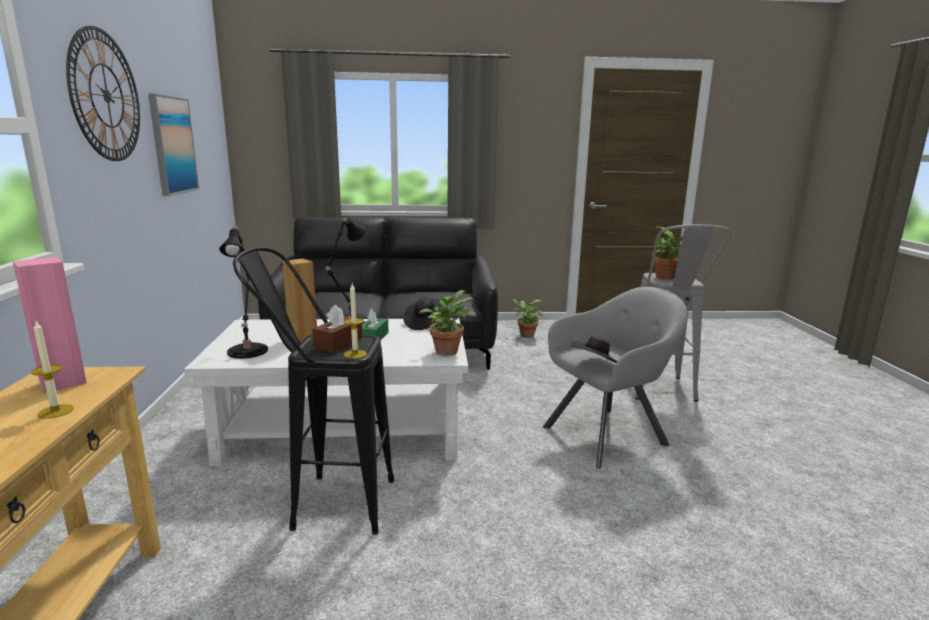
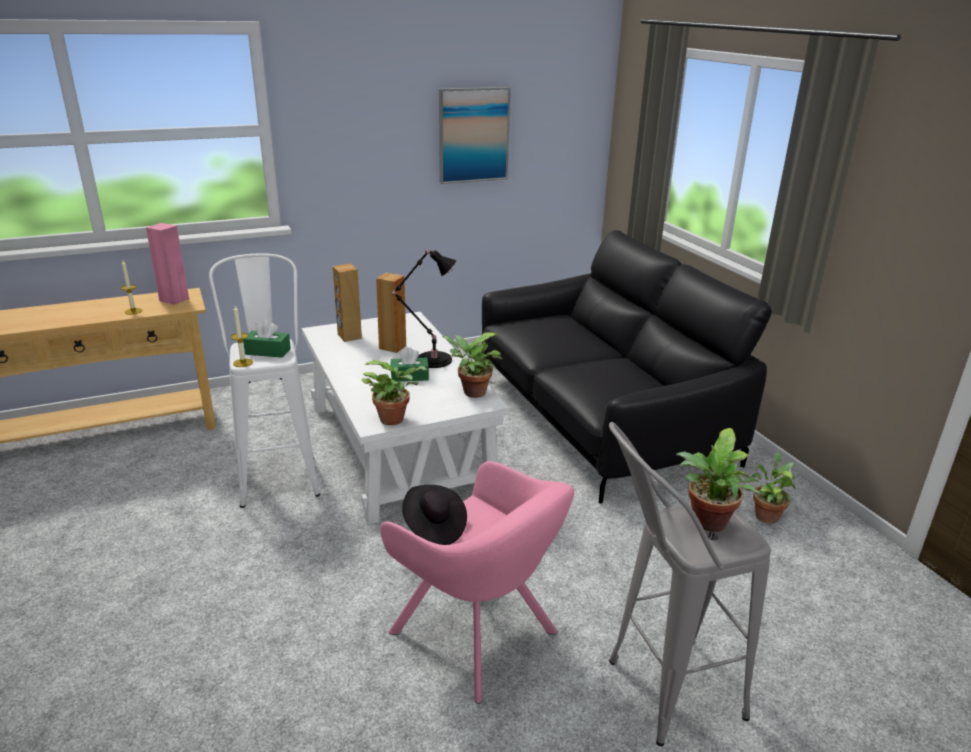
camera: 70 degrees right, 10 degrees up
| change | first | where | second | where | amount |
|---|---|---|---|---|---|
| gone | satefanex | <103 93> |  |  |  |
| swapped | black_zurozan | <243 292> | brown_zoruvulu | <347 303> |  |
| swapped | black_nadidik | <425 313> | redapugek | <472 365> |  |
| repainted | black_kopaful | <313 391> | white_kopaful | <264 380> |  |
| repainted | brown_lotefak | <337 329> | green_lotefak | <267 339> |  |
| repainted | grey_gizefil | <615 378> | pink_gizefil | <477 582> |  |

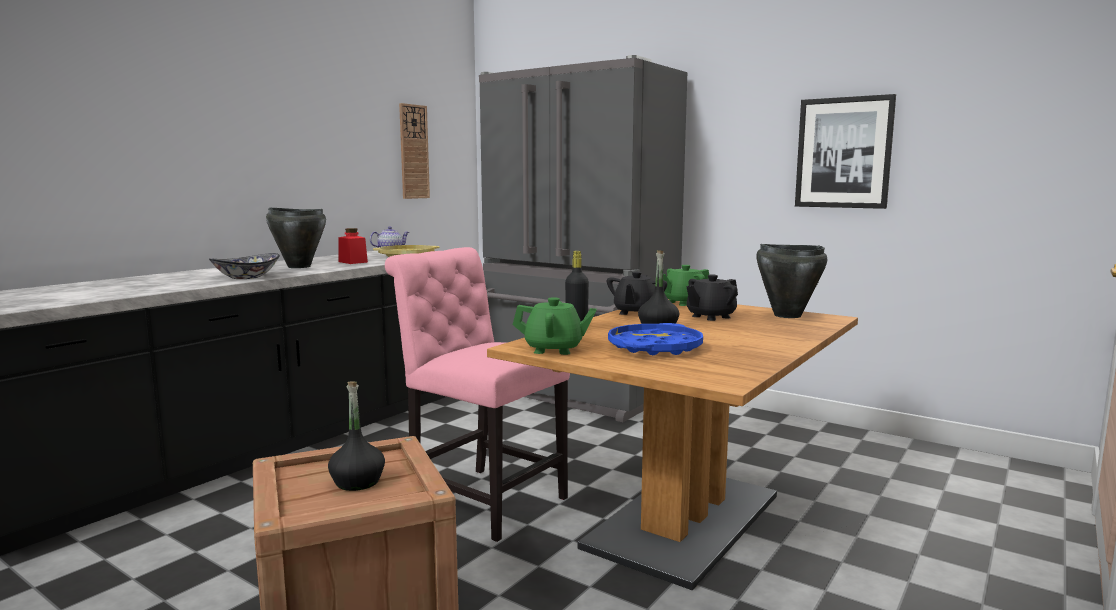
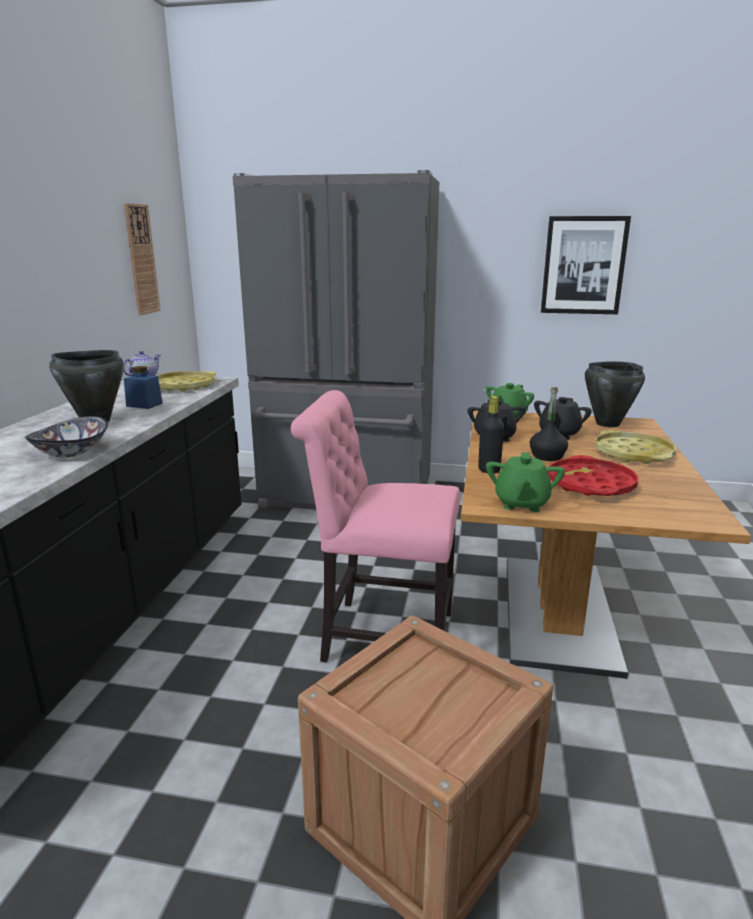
camera: 25 degrees left, 10 degrees up
| change | first | where | second | where | amount |
|---|---|---|---|---|---|
| gone | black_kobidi | <356 436> |  |  |  |
| new |  |  | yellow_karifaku | <635 447> |  |
| repainted | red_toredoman | <353 246> | blue_toredoman | <143 387> |  |
| repainted | blue_karifaku | <655 339> | red_karifaku | <593 475> |  |
| rotated | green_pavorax | <555 326> |  | <525 482> | 120 degrees clockwise |

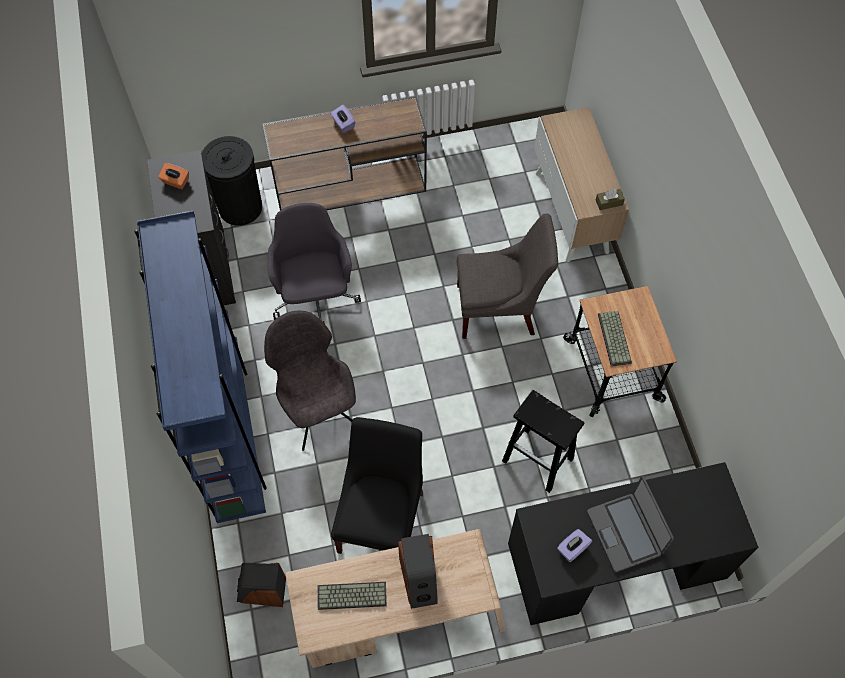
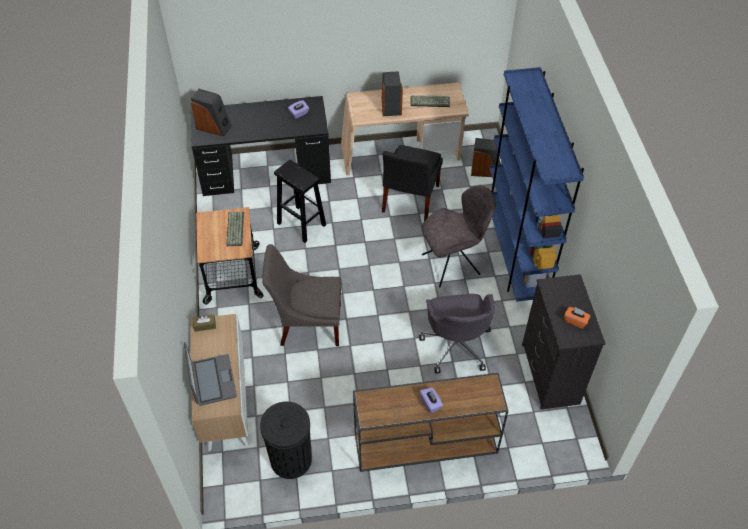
camera: 175 degrees left, 10 degrees down
| change | first | where | second | where | amount |
|---|---|---|---|---|---|
| new |  |  | zoruvulu | <211 112> |  |
| shifted | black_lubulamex | <232 181> |  | <286 440> |  |
| shifted | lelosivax | <630 524> |  | <210 374> |  |
| rotated | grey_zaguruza | <310 381> |  | <458 236> | 90 degrees counterclockwise |

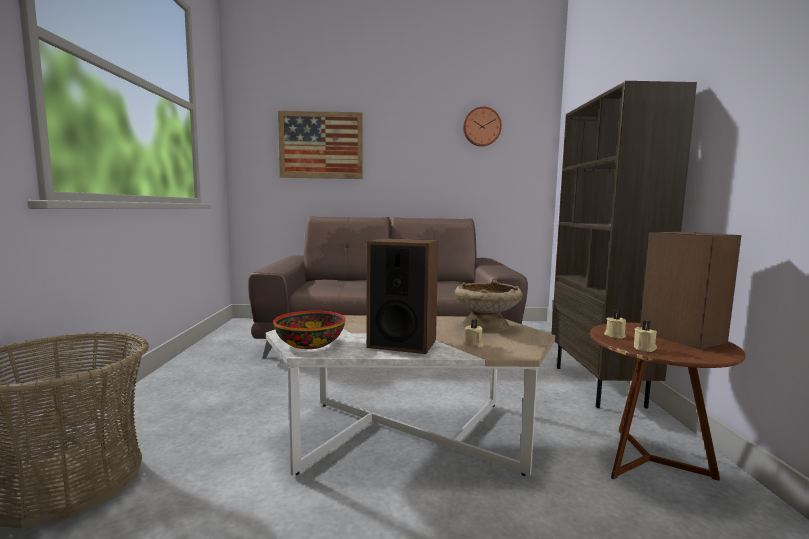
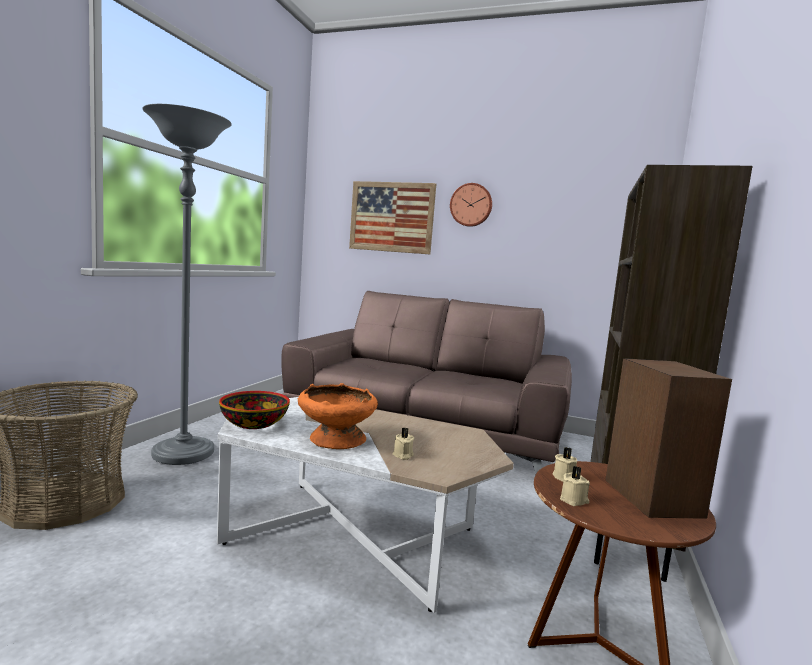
camera: 20 degrees right, 0 degrees up
| change | first | where | second | where | amount |
|---|---|---|---|---|---|
| gone | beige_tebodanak | <488 306> |  |  |  |
| new |  |  | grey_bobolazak | <187 284> |  |
| shifted | satefanex | <482 127> |  | <471 205> |  |
| swapped | zoruvulu | <403 296> | orange_tebodanak | <338 416> |  |

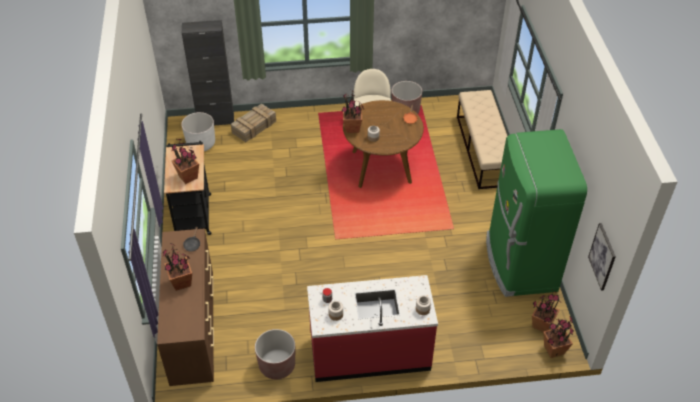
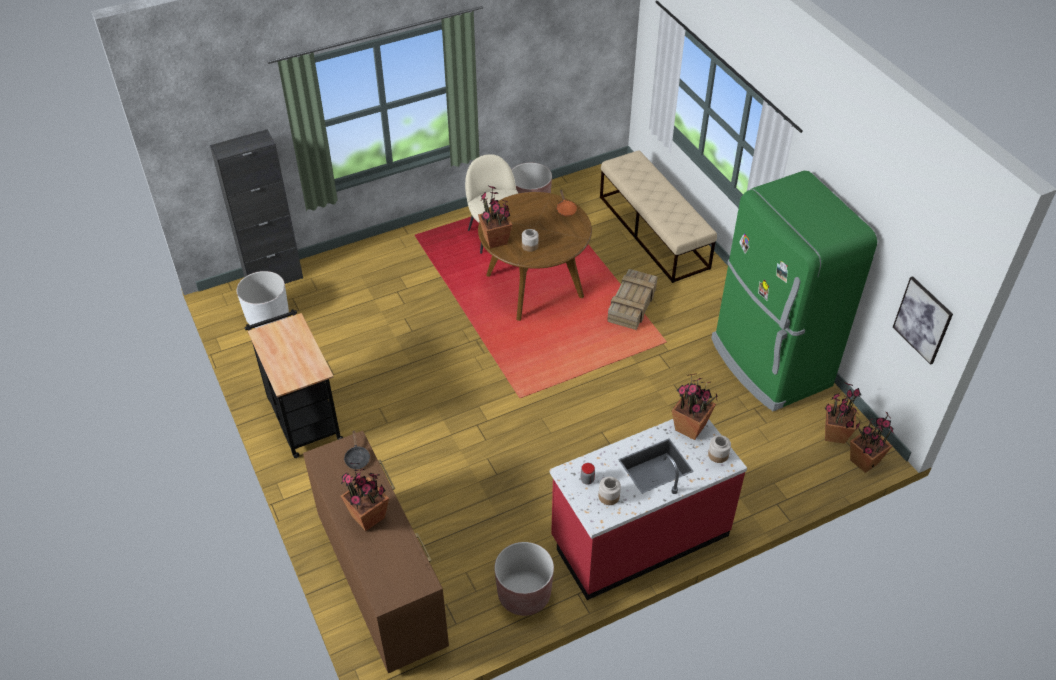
camera: 20 degrees left, 0 degrees up
| change | first | where | second | where | amount |
|---|---|---|---|---|---|
| shifted | redapugek | <185 161> |  | <695 406> |  |
| shifted | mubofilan | <253 123> |  | <632 299> |  |

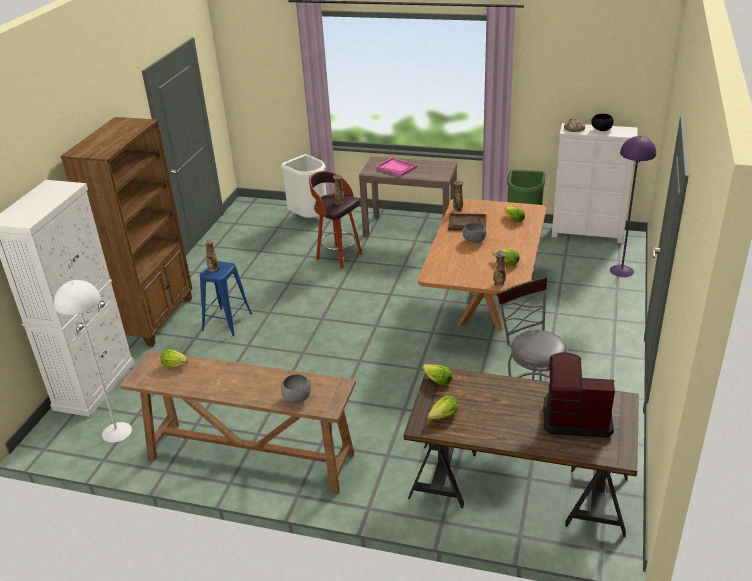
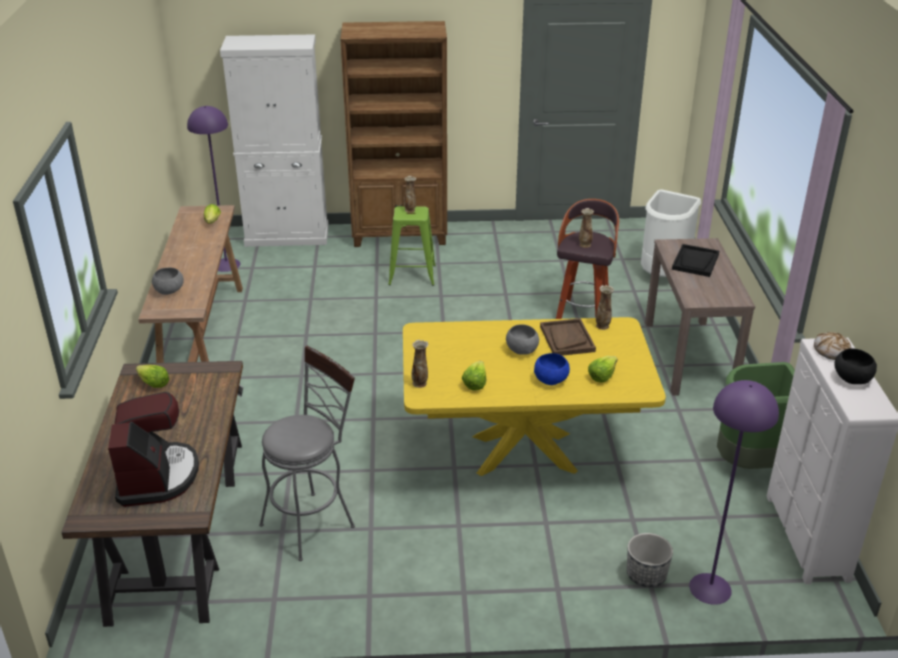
camera: 70 degrees right, 0 degrees up
| change | first | where | second | where | amount |
|---|---|---|---|---|---|
| gone | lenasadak | <437 374> |  |  |  |
| new |  |  | blue_tebodanak | <552 369> |  |
| new |  |  | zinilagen | <650 560> |  |
| repainted | white_bobolazak | <93 361> | purple_bobolazak | <213 189> |  |
| repainted | blue_kopaful | <226 298> | green_kopaful | <412 246> |  |
| repainted | pink_karifaku | <396 167> | black_karifaku | <695 260> |  |
| repainted | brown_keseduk | <482 265> | yellow_keseduk | <534 396> |  |

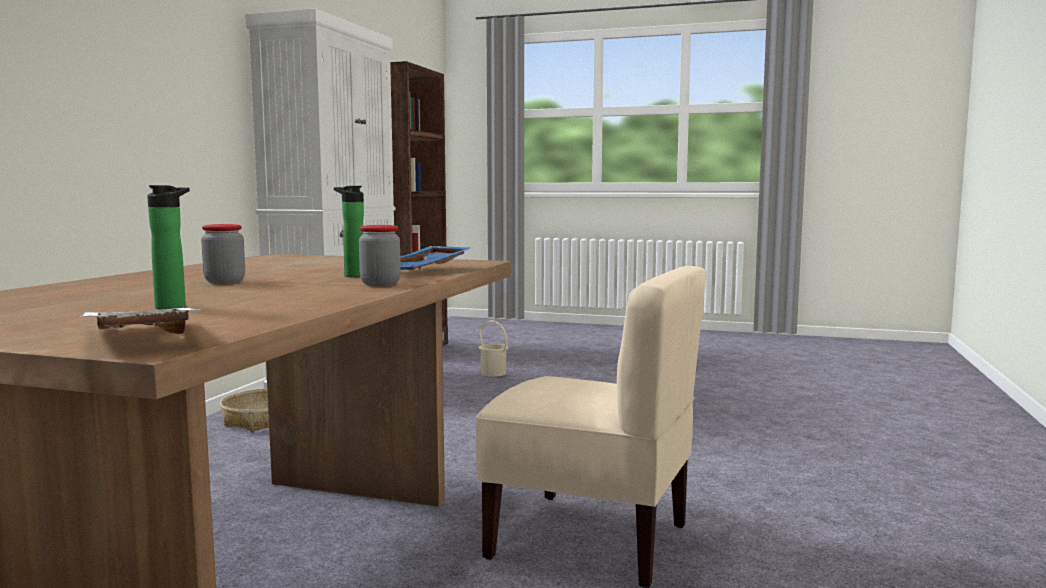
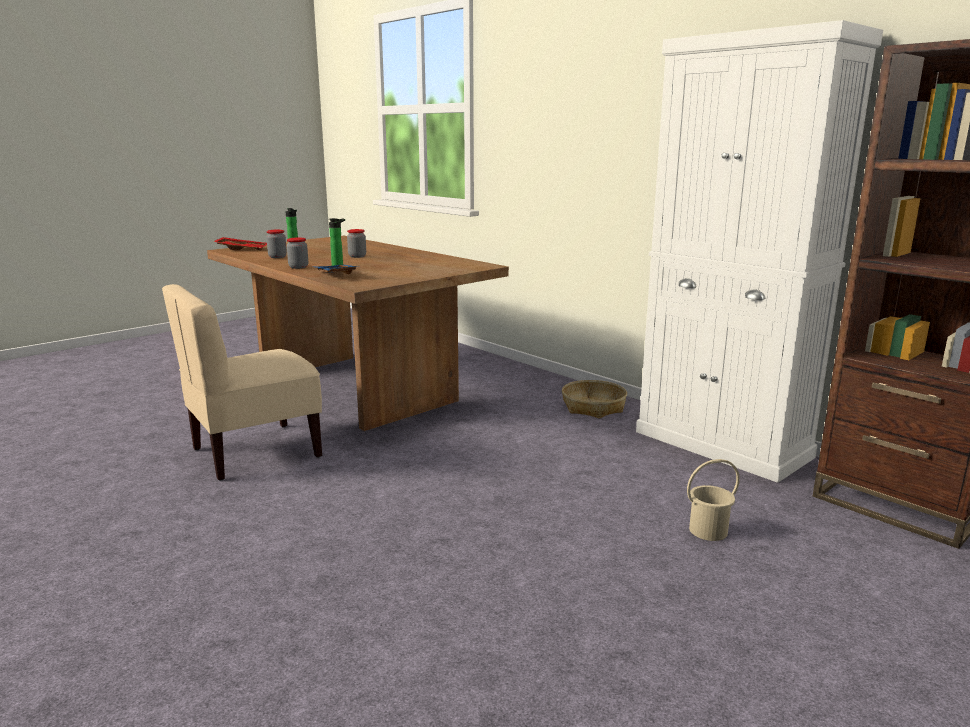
camera: 120 degrees right, 10 degrees up
| change | first | where | second | where | amount |
|---|---|---|---|---|---|
| new |  |  | toredoman | <276 243> |  |
| repainted | white_karifaku | <142 321> | red_karifaku | <240 244> |  |

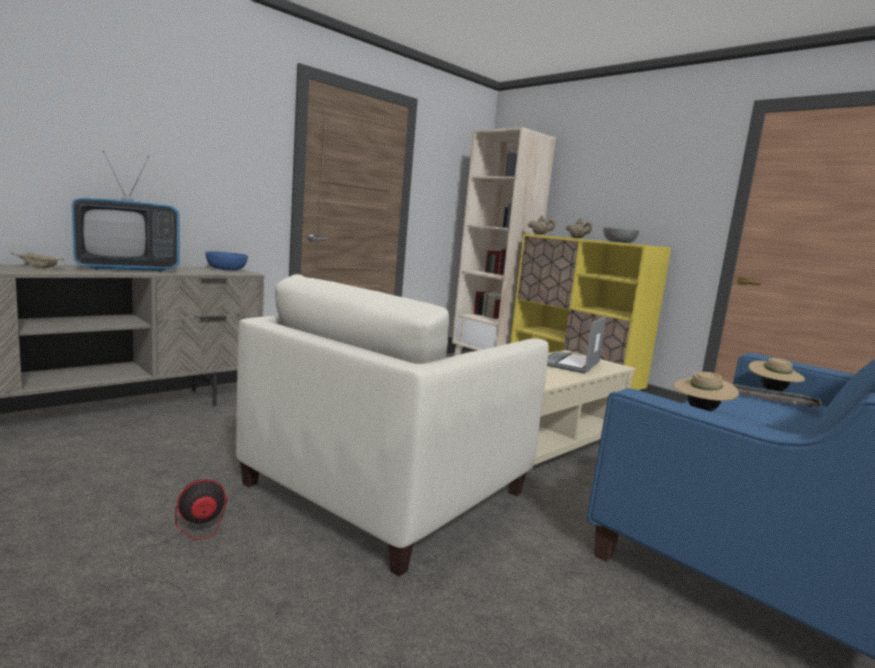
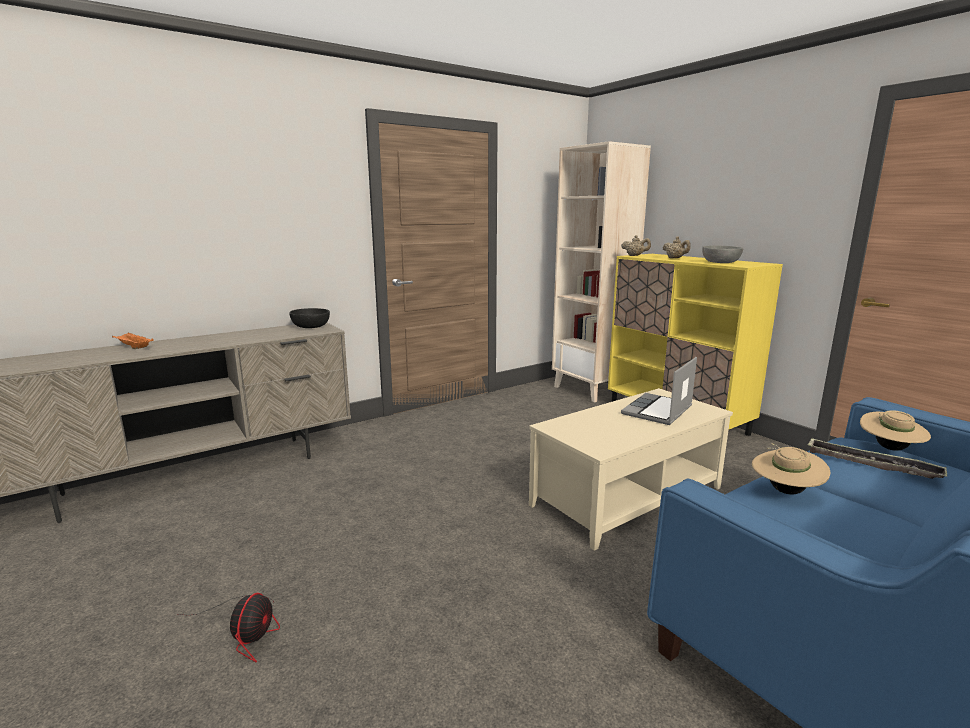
camera: 10 degrees right, 5 degrees up
| change | first | where | second | where | amount |
|---|---|---|---|---|---|
| gone | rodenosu | <125 211> |  |  |  |
| gone | beige_gizefil | <392 425> |  |  |  |
| repainted | beige_karifaku | <37 260> | orange_karifaku | <133 341> |  |
| repainted | blue_tebodanak | <226 261> | black_tebodanak | <309 318> |  |
| rotated | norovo | <178 540> |  | <229 627> | 120 degrees clockwise |

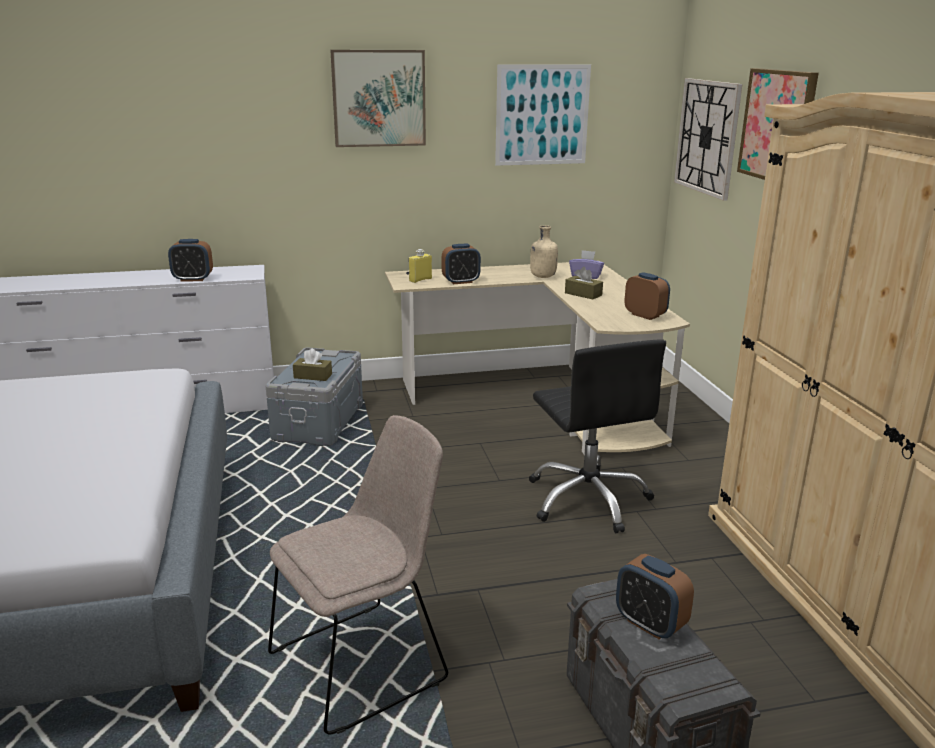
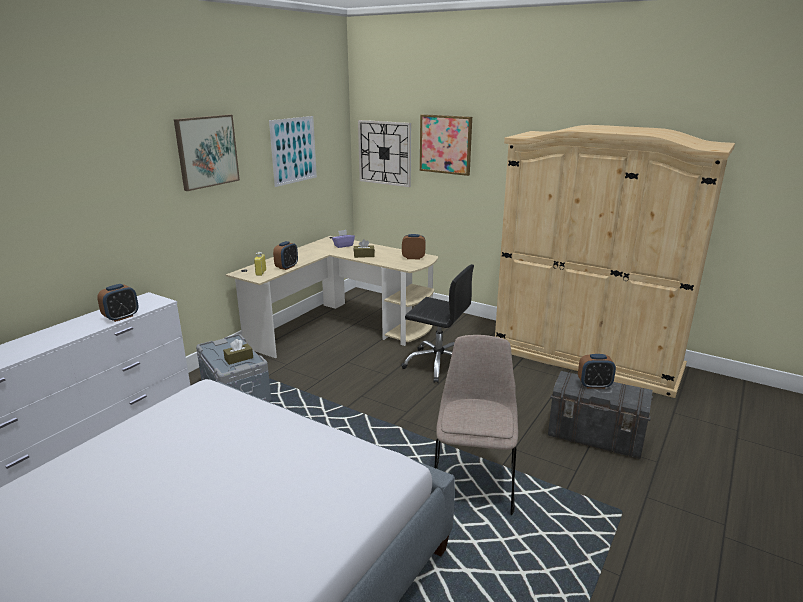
camera: 45 degrees left, 0 degrees up
| change | first | where | second | where | amount |
|---|---|---|---|---|---|
| gone | beige_kobidi | <544 251> |  |  |  |

